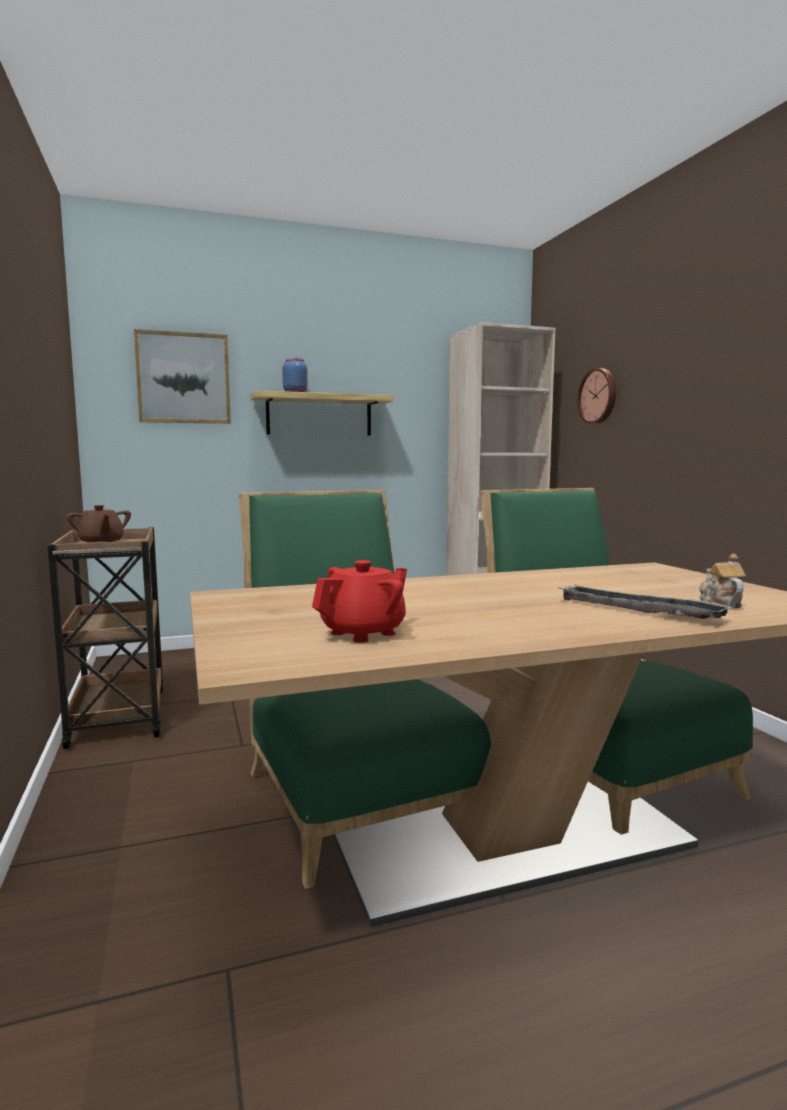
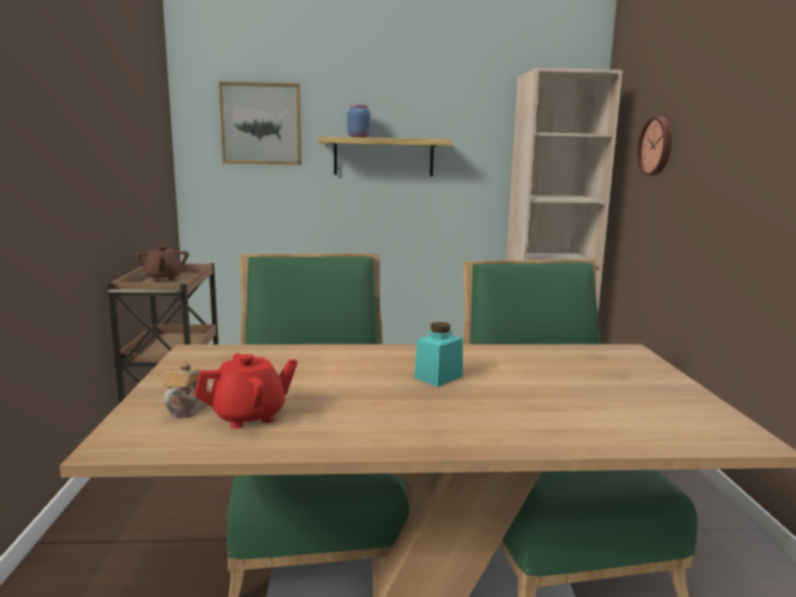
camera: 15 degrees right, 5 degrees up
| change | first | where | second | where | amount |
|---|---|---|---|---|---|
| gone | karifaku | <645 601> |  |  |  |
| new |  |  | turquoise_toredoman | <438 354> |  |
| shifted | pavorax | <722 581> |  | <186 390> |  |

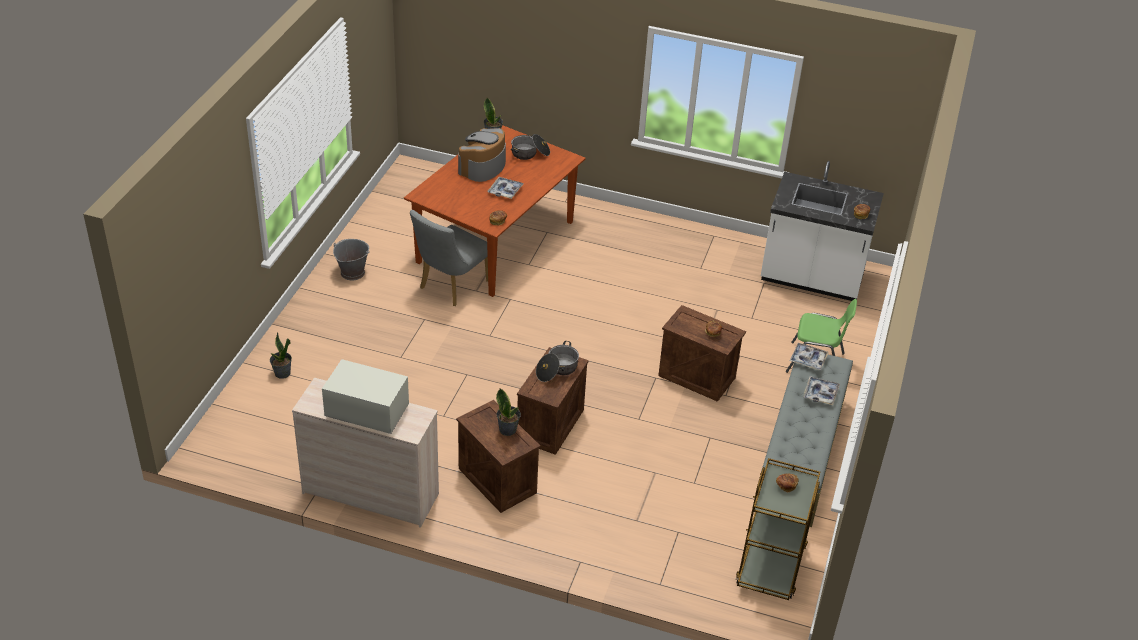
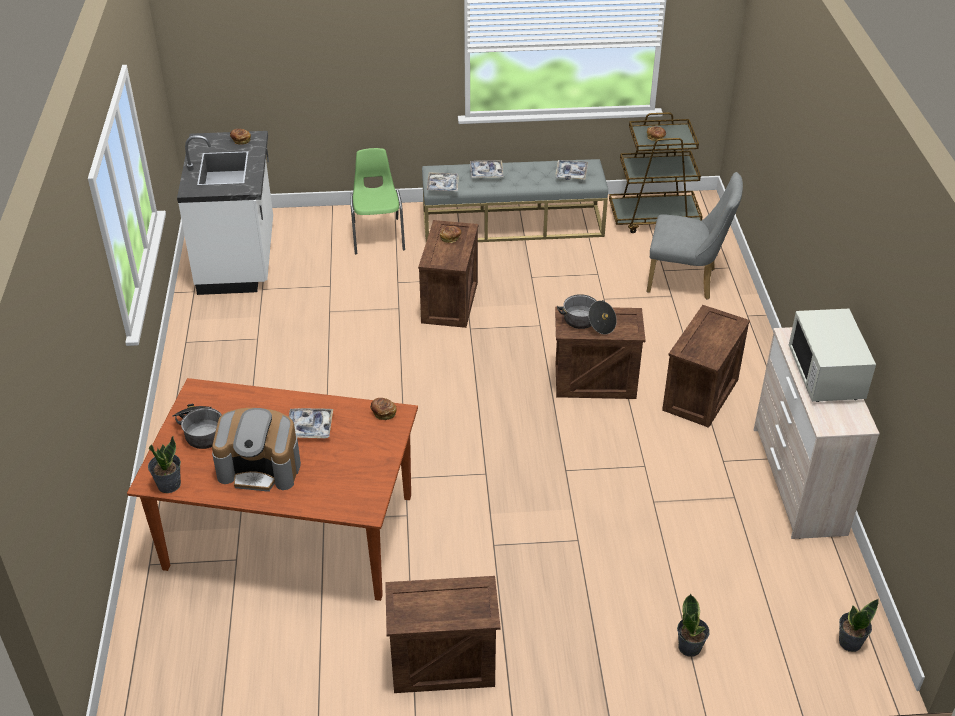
camera: 110 degrees left, 0 degrees up
| change | first | where | second | where | amount |
|---|---|---|---|---|---|
| new |  |  | karifaku | <571 170> |  |
| shifted | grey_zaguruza | <449 258> |  | <695 235> |  |
| shifted | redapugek | <508 412> |  | <859 625> |  |
| swapped | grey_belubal | <351 259> | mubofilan | <443 634> |  |

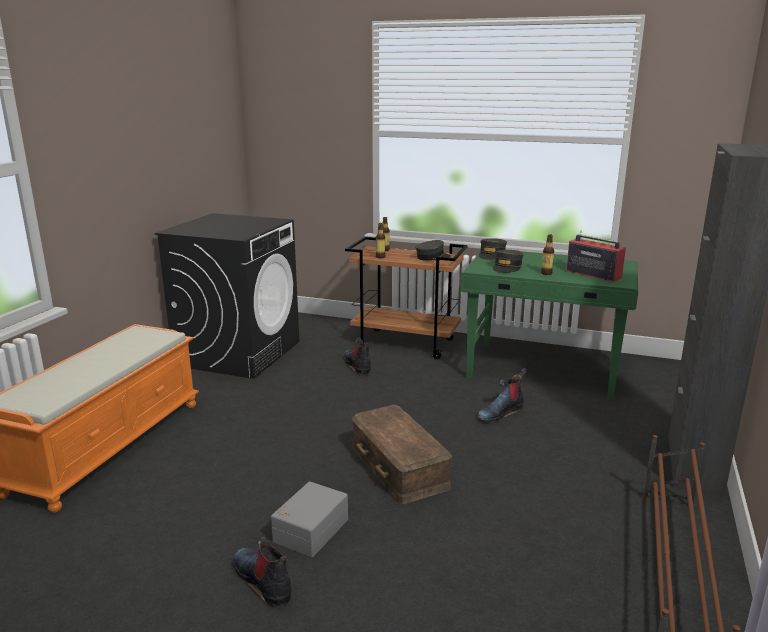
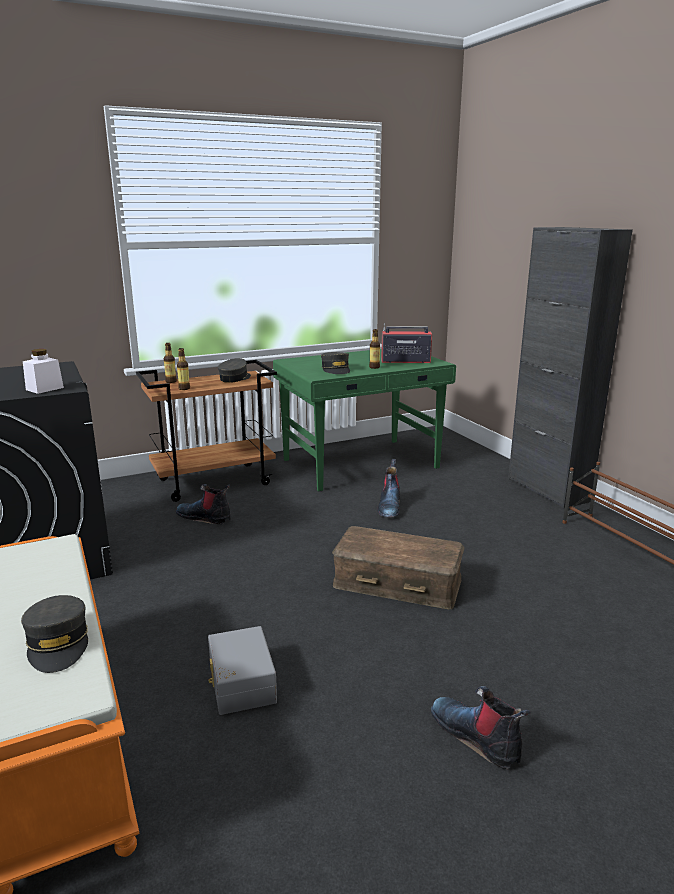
camera: 45 degrees left, 0 degrees up
| change | first | where | second | where | amount |
|---|---|---|---|---|---|
| new |  |  | white_toredoman | <43 371> |  |
| shifted | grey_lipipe | <309 519> |  | <242 670> |  |
| shifted | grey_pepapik | <493 249> |  | <54 634> |  |
| rotated | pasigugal | <262 572> |  | <481 727> | 45 degrees clockwise |

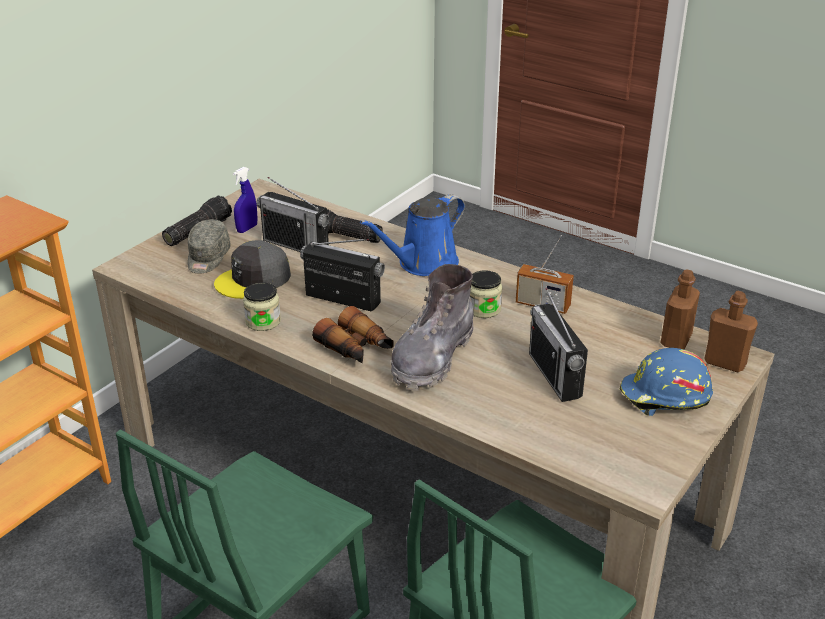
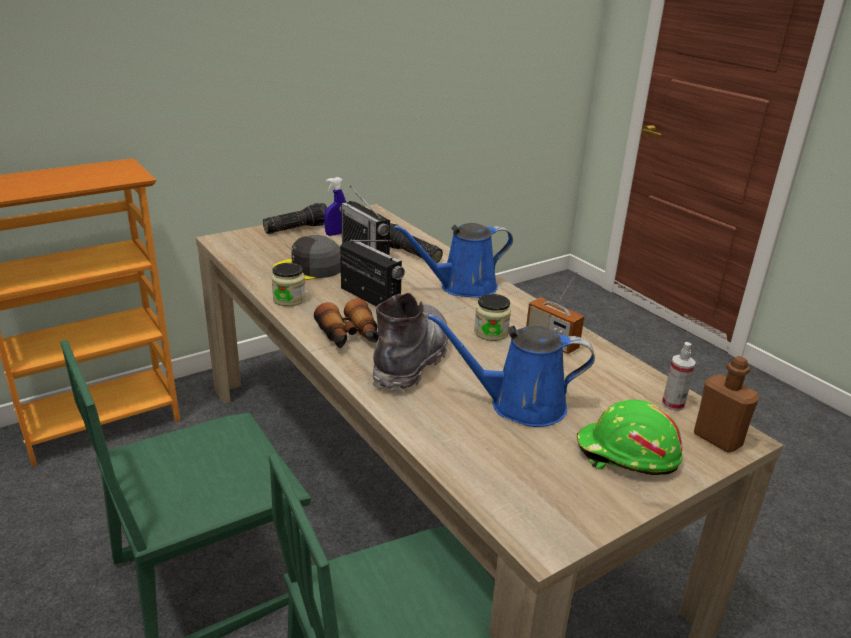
camera: 20 degrees right, 5 degrees down
| change | first | where | second | where | amount |
|---|---|---|---|---|---|
| gone | grey_pepapik | <209 246> |  |  |  |
| swapped | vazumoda | <558 345> | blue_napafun | <511 370> |  |
| swapped | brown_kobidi | <680 309> | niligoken | <679 376> |  |
| repainted | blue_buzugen | <666 382> | green_buzugen | <629 437> |  |
| rotated | grey_pasigugal | <432 327> |  | <410 343> | 150 degrees clockwise |

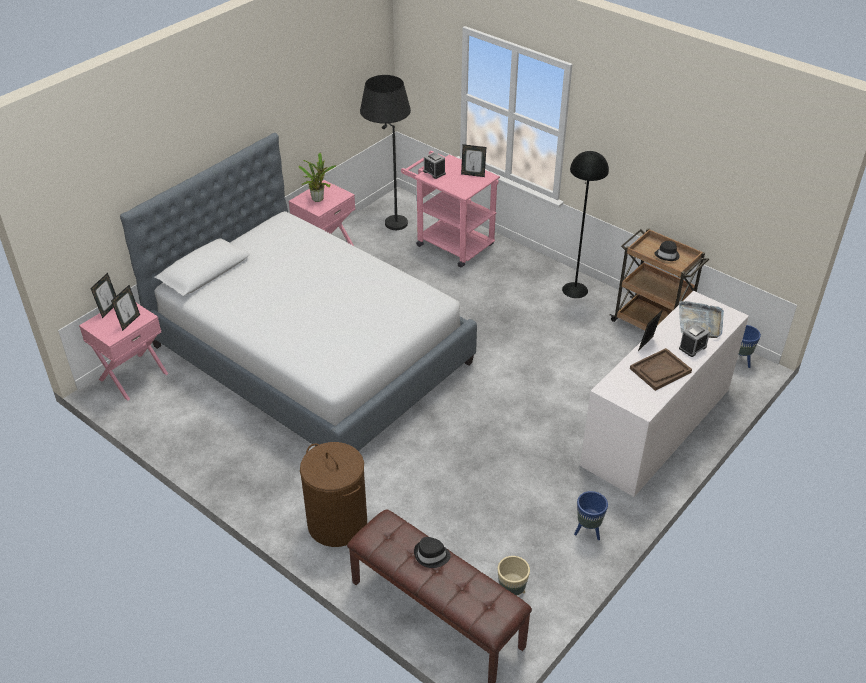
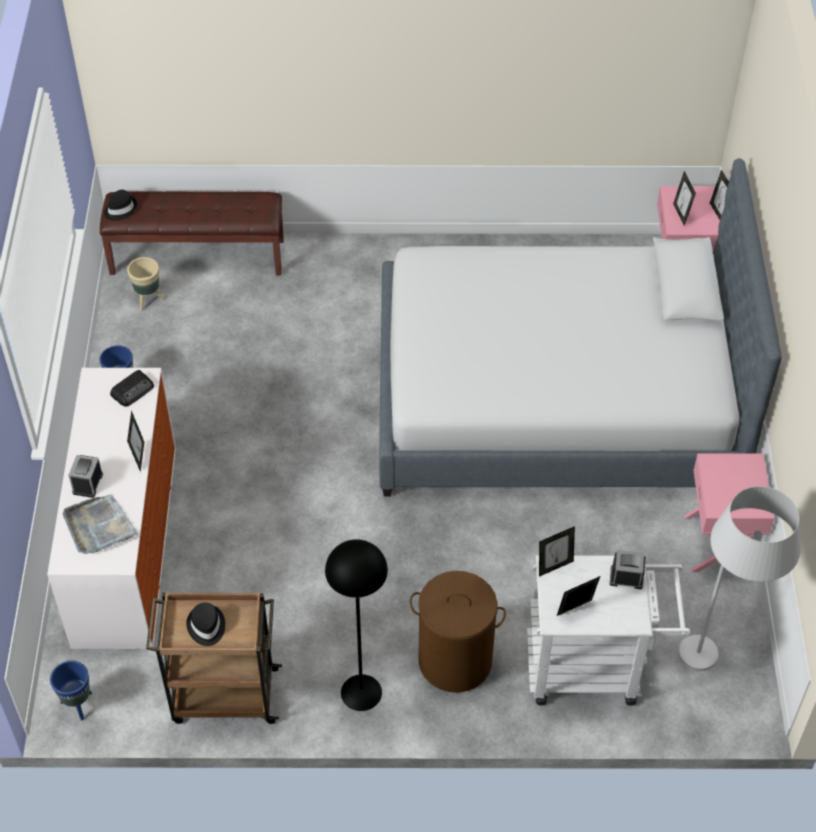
camera: 140 degrees right, 10 degrees up
| change | first | where | second | where | amount |
|---|---|---|---|---|---|
| gone | redapugek | <317 177> |  |  |  |
| gone | brown_karifaku | <661 369> |  |  |  |
| new |  |  | vazumoda | <132 388> |  |
| new |  |  | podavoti | <557 551> |  |
| shifted | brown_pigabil | <333 494> |  | <458 632> |  |
| shifted | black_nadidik | <432 552> |  | <120 205> |  |
| repainted | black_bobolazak | <385 152> | white_bobolazak | <740 578> |  |
| repainted | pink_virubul | <450 209> | white_virubul | <608 630> |  |

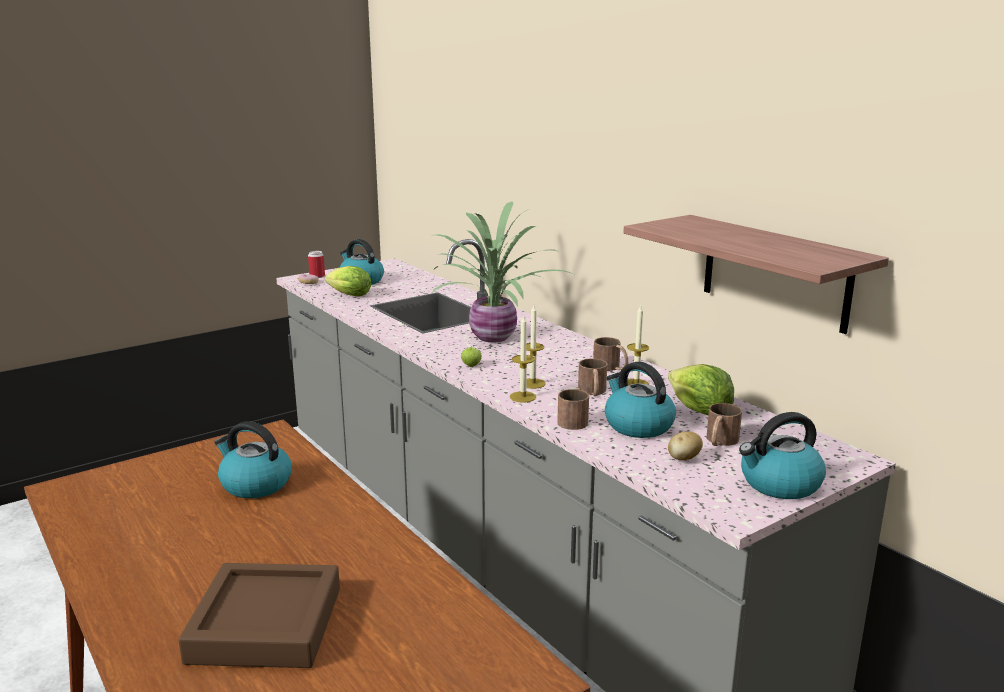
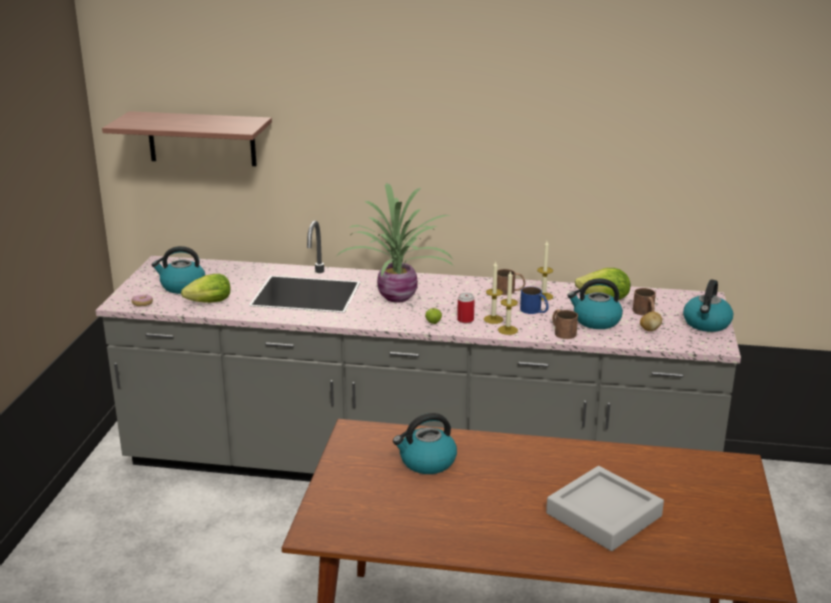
camera: 45 degrees left, 5 degrees up
| change | first | where | second | where | amount |
|---|---|---|---|---|---|
| shifted | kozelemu | <316 264> |  | <466 308> |  |
| shifted | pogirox | <756 274> |  | <187 138> |  |
| repainted | brown_karifaku | <259 615> | grey_karifaku | <605 508> |  |
| repainted | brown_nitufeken | <592 377> | blue_nitufeken | <534 300> |  |

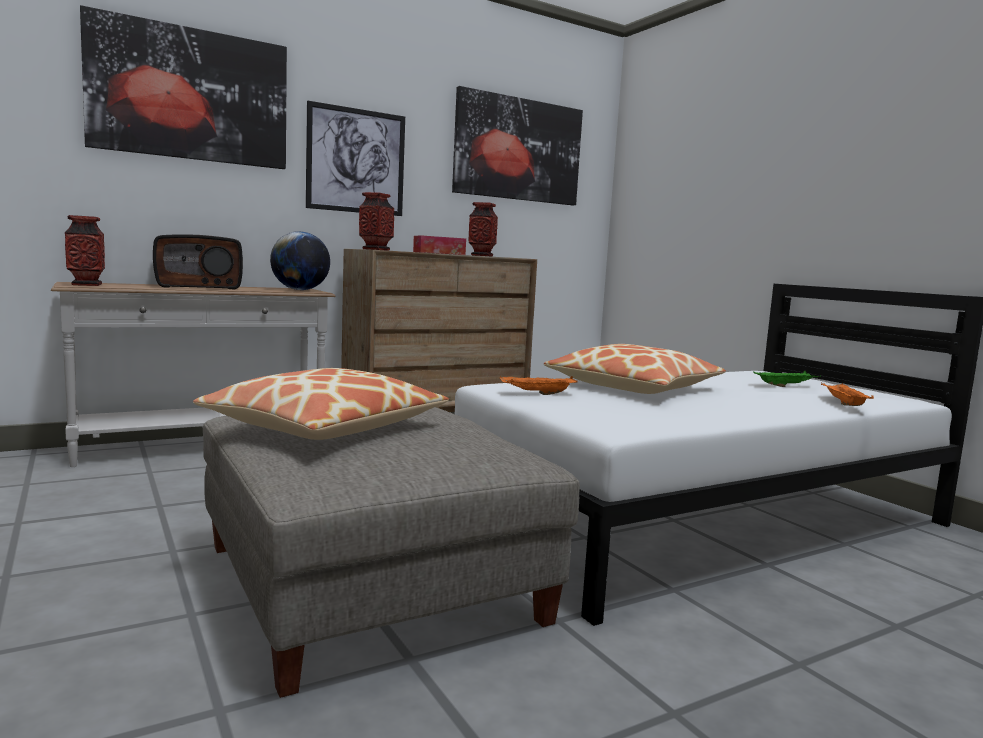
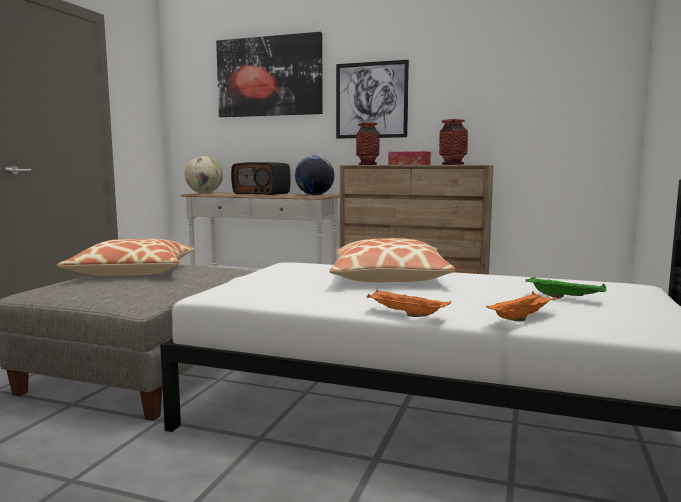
camera: 50 degrees right, 0 degrees up
| change | first | where | second | where | amount |
|---|---|---|---|---|---|
| gone | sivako | <517 145> |  |  |  |
| shifted | orange_karifaku | <539 385> |  | <409 303> |  |
| swapped | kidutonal | <85 250> | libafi | <204 174> |  |

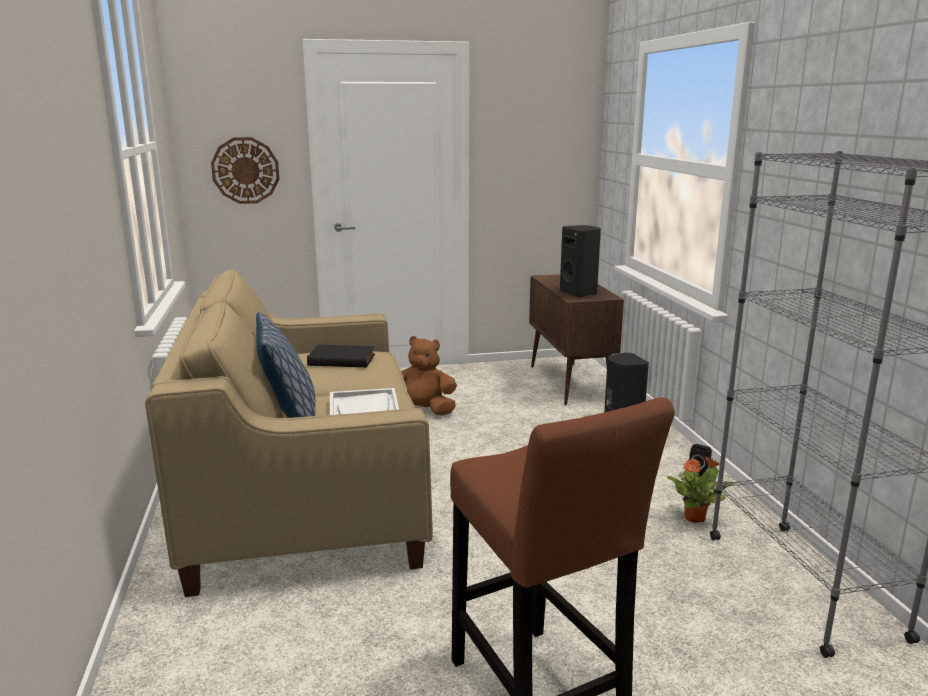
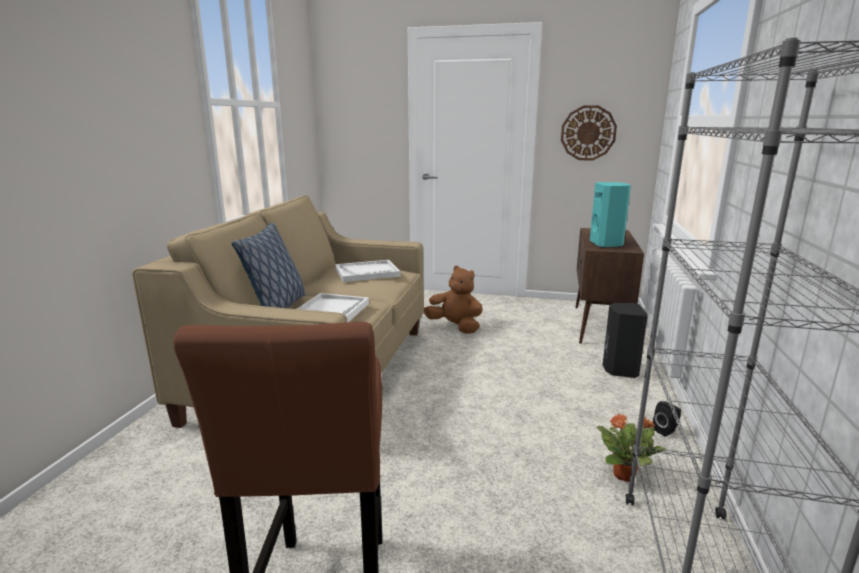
camera: 25 degrees right, 0 degrees up
| change | first | where | second | where | amount |
|---|---|---|---|---|---|
| shifted | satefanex | <245 170> |  | <589 132> |  |
| swapped | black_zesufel | <341 355> | white_karifaku | <368 271> |  |
| repainted | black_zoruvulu | <580 261> | turquoise_zoruvulu | <610 215> |  |

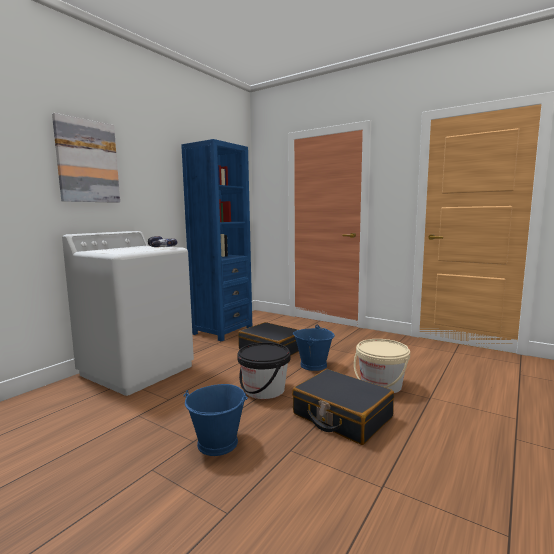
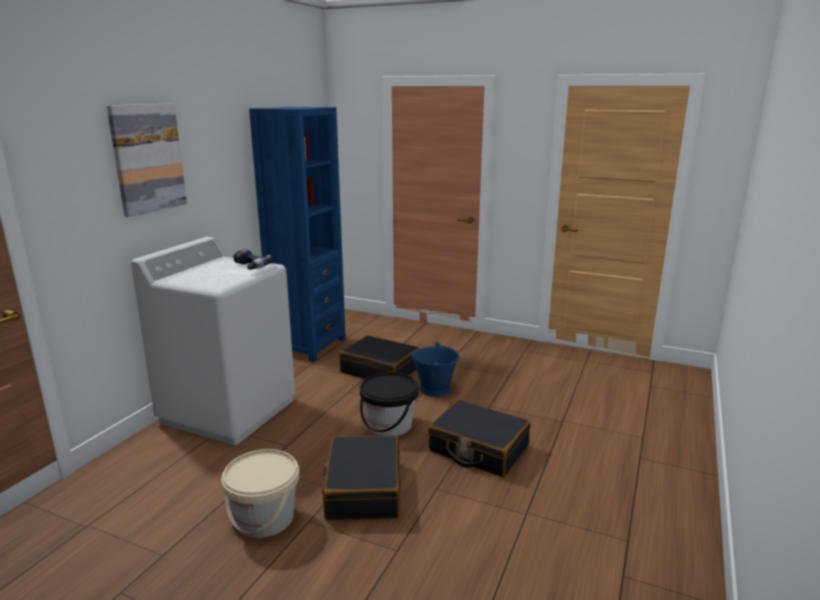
camera: 10 degrees left, 10 degrees up
| change | first | where | second | where | amount |
|---|---|---|---|---|---|
| shifted | beige_belubal | <382 366> |  | <260 493> |  |
| swapped | blue_belubal | <215 420> | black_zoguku | <361 477> |  |

